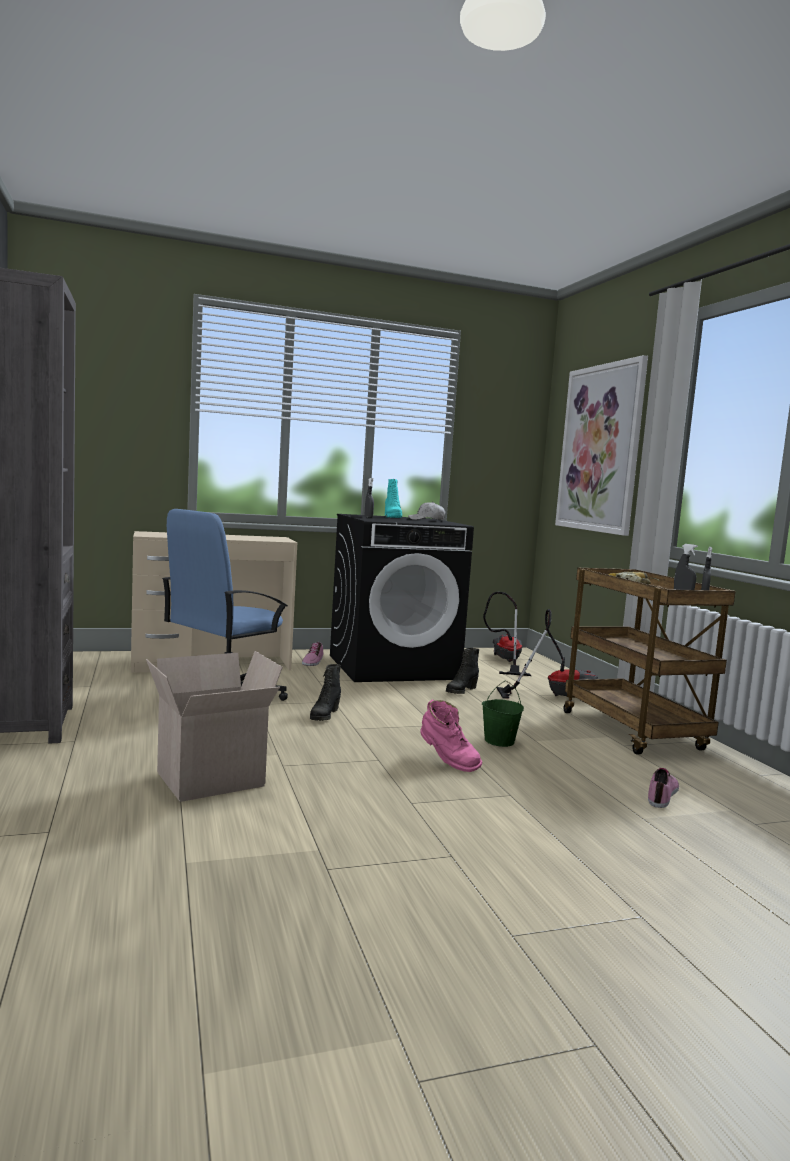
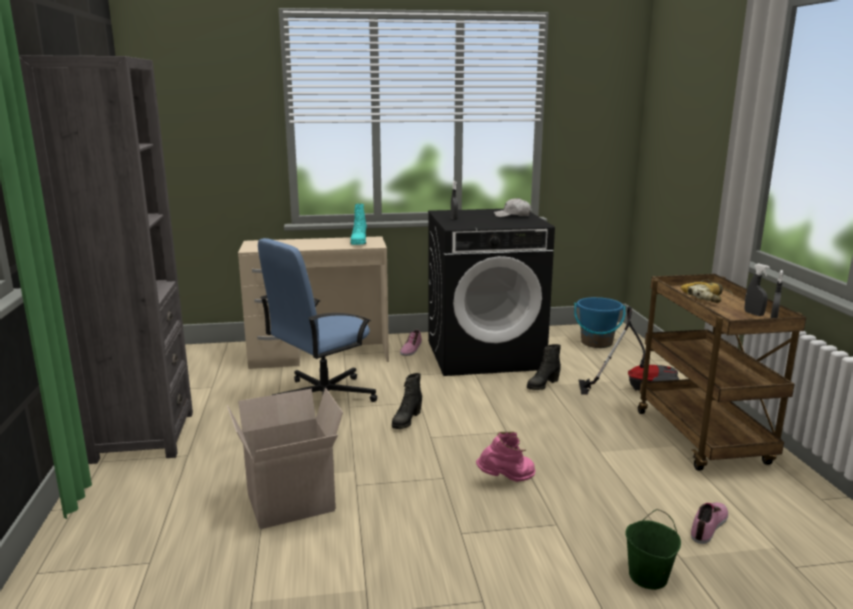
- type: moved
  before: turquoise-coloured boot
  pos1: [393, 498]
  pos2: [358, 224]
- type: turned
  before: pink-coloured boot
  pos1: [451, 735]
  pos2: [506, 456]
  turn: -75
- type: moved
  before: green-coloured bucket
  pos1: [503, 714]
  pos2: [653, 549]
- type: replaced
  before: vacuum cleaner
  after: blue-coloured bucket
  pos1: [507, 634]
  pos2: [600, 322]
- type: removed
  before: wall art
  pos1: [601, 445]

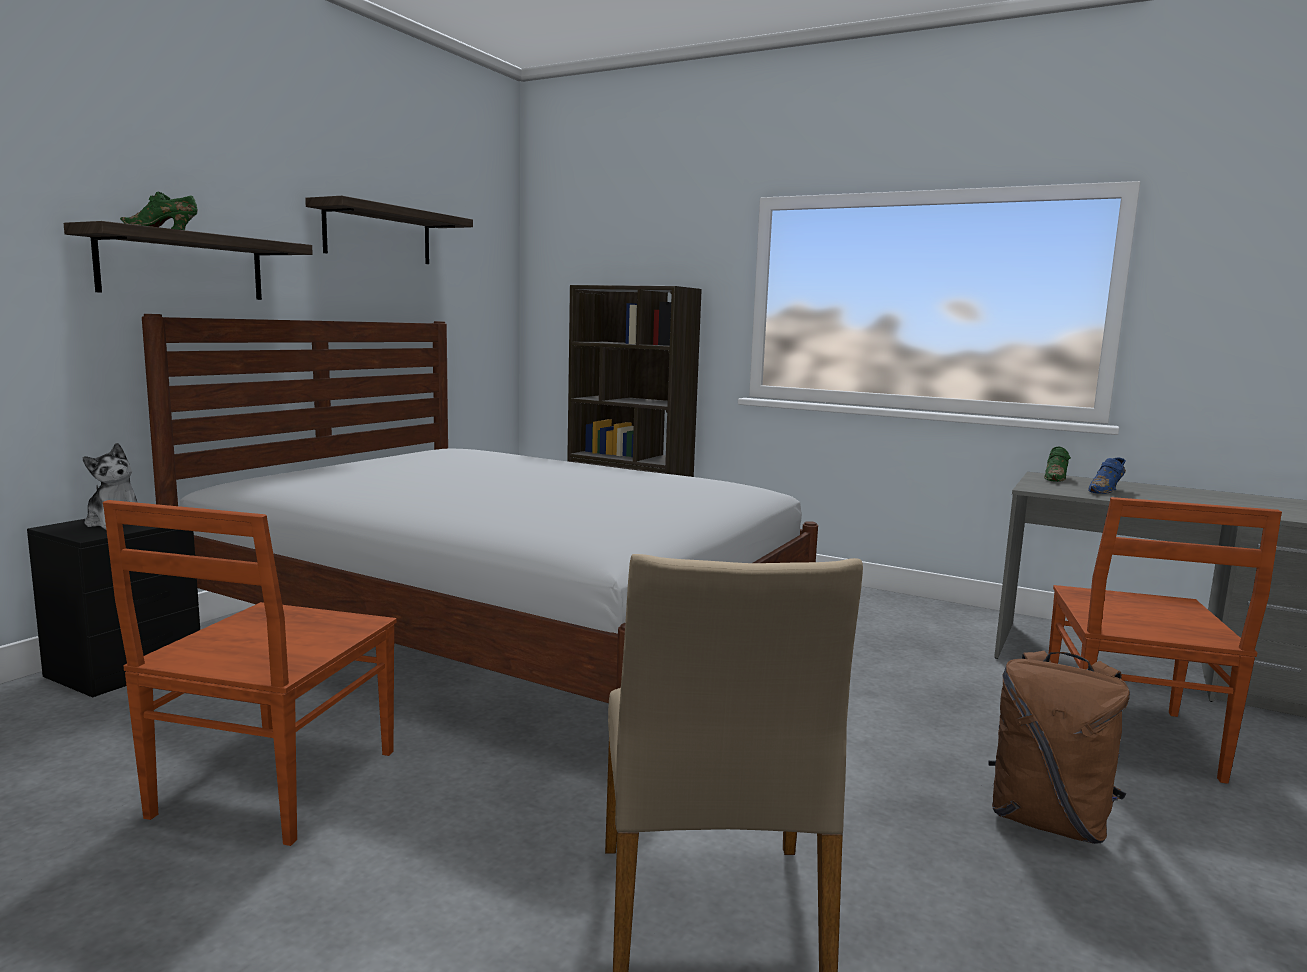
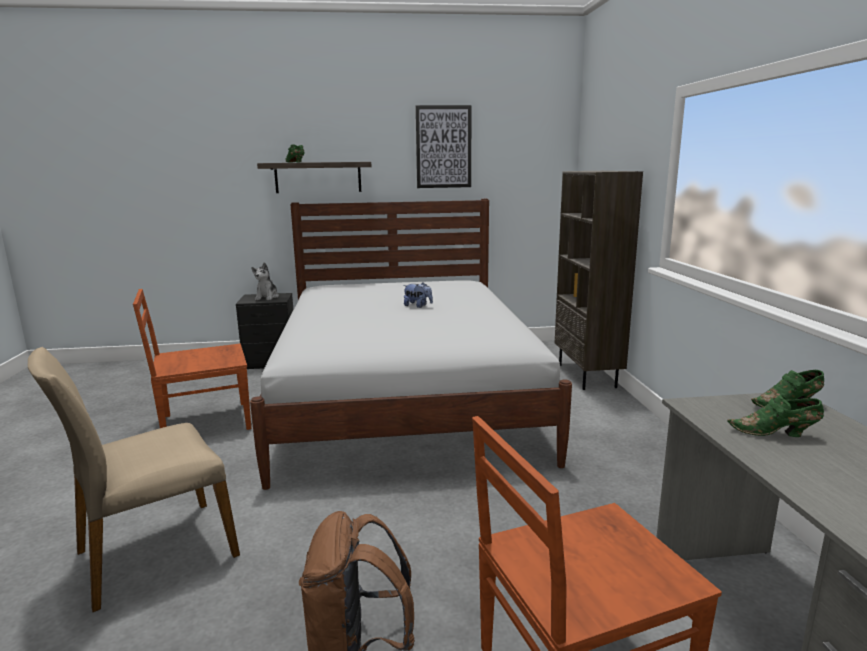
- type: replaced
  before: shelf
  after: wall art
  pos1: [389, 230]
  pos2: [443, 146]
- type: recoloured
  before: blue-coloured low shoe
  after: green-coloured low shoe
  pos1: [1107, 476]
  pos2: [775, 416]
- type: added
  after: plush toy
  pos2: [418, 295]

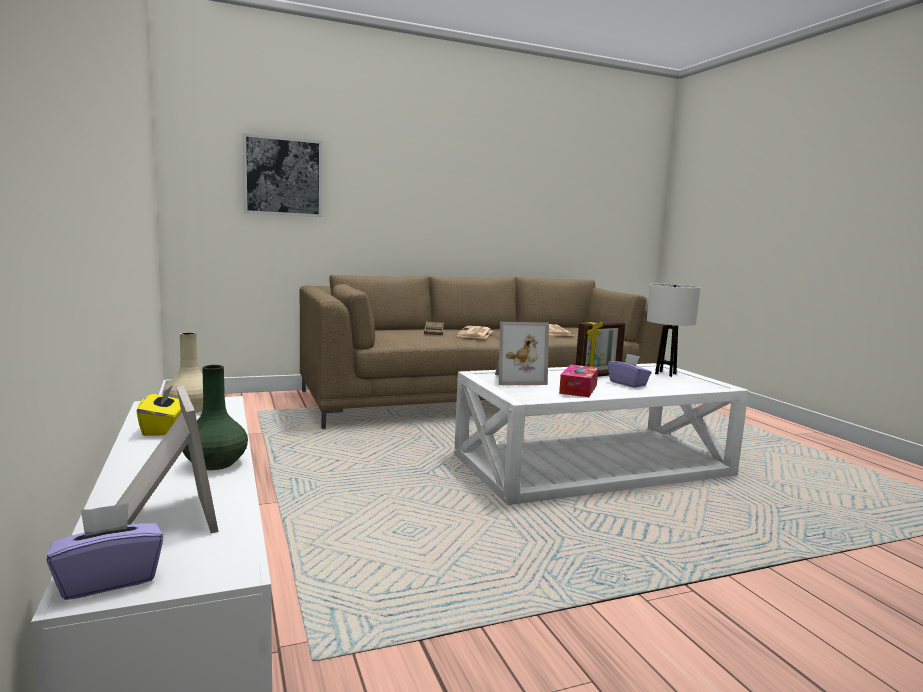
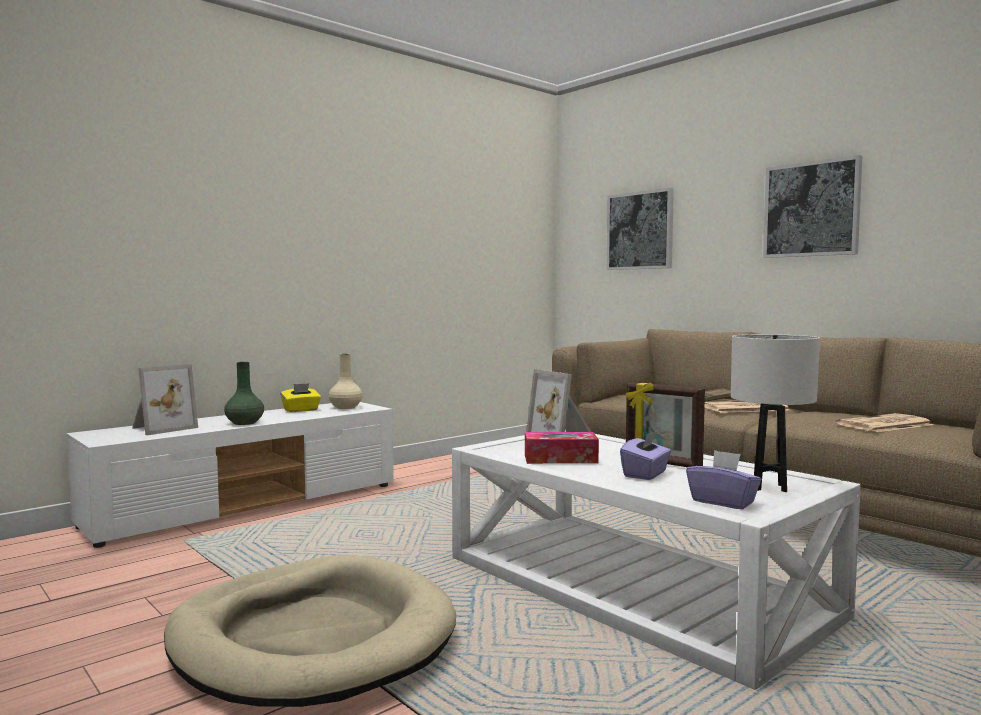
- type: moved
  before: purple-coloured tissue box
  pos1: [105, 551]
  pos2: [724, 480]
- type: added
  after: beige-coloured dog cushion
  pos2: [310, 631]
- type: added
  after: wall art
  pos2: [812, 206]

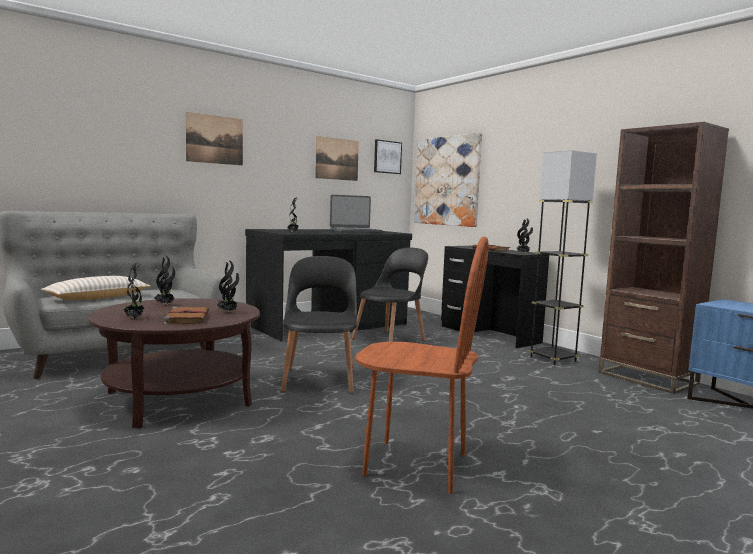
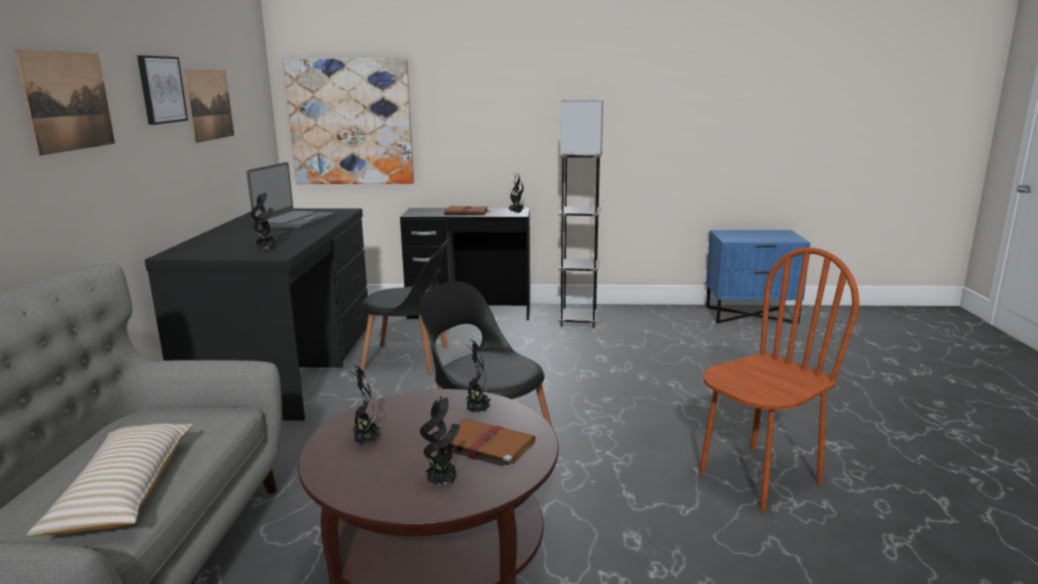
- type: turned
  before: black-coloured plain chair
  pos1: [389, 294]
  pos2: [404, 307]
  turn: 105
- type: moved
  before: wall art
  pos1: [388, 156]
  pos2: [162, 90]
- type: removed
  before: brown-coloured shelving unit
  pos1: [663, 258]

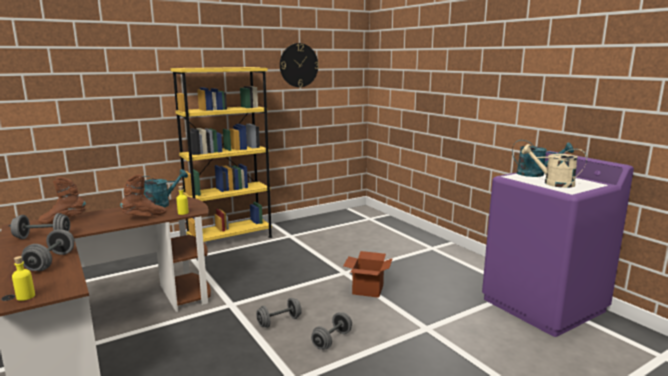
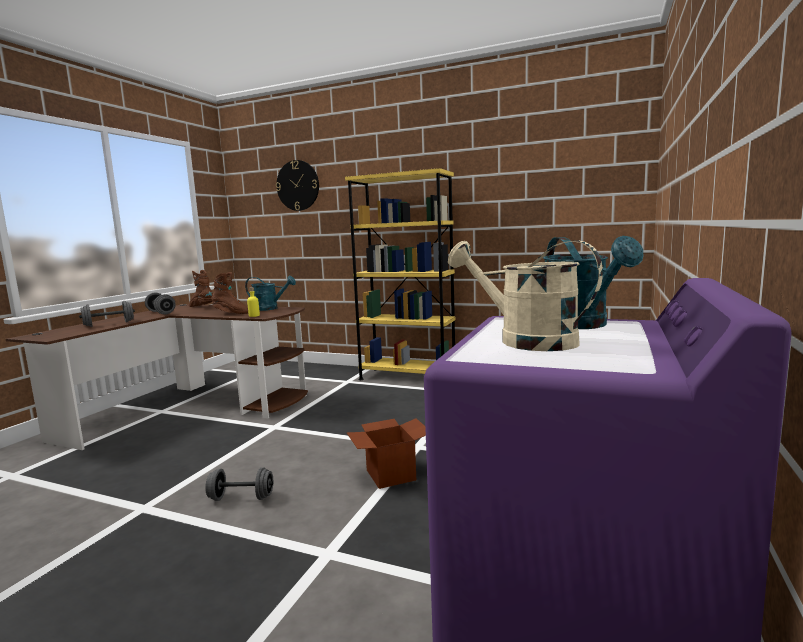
- type: removed
  before: yellow-coloured beverage bottle
  pos1: [23, 278]
- type: removed
  before: grey free weight
  pos1: [279, 313]
- type: moved
  before: wall clock
  pos1: [299, 65]
  pos2: [297, 185]
- type: turned
  before: beige-coloured watering pot
  pos1: [554, 166]
  pos2: [525, 296]
  turn: -45

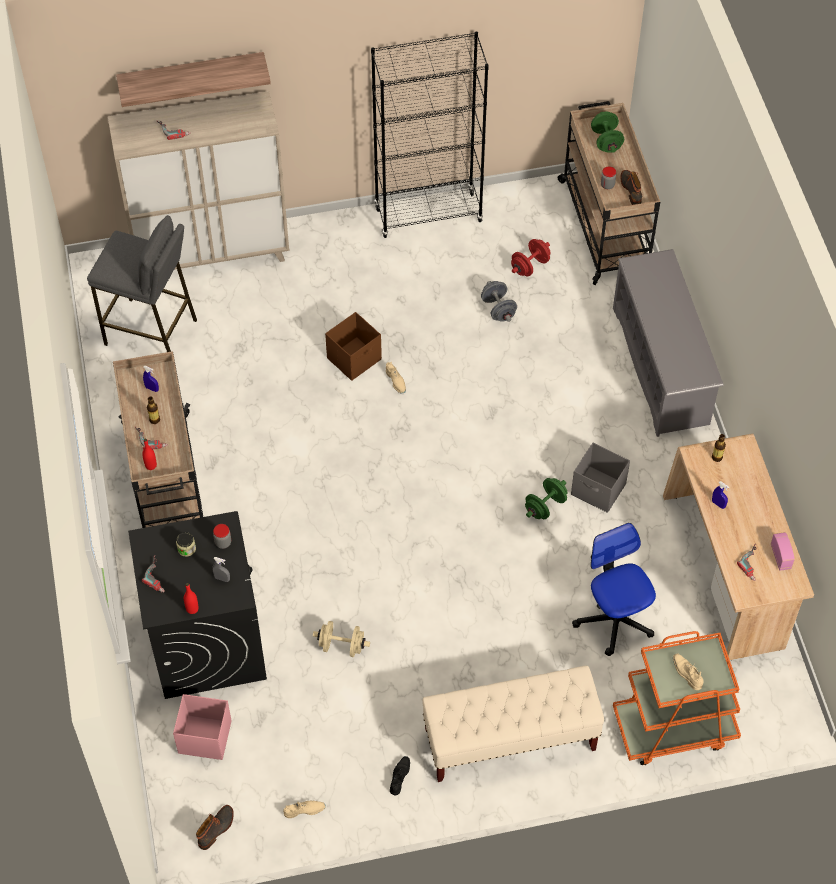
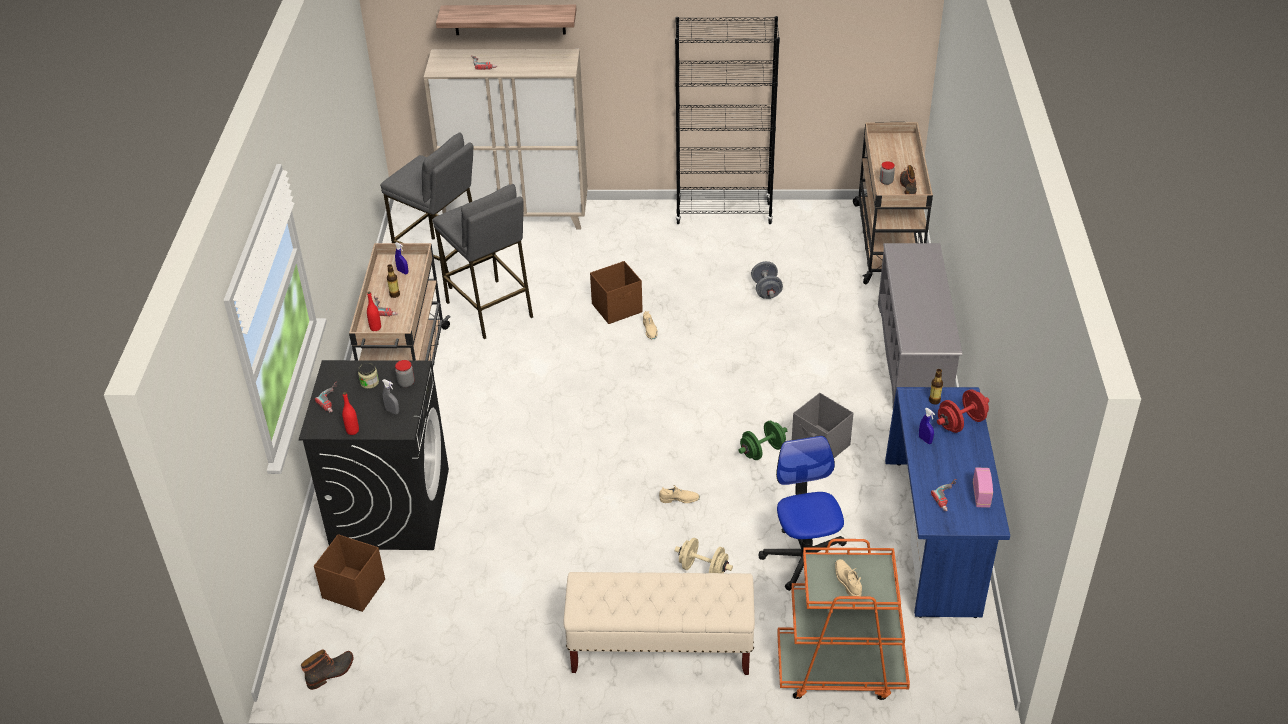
- type: recoloured
  before: pink-coloured storage container
  after: brown-coloured storage container
  pos1: [202, 727]
  pos2: [349, 573]
- type: moved
  before: beige-coloured low shoe
  pos1: [304, 809]
  pos2: [679, 494]
- type: moved
  before: beige-coloured free weight
  pos1: [341, 639]
  pos2: [704, 555]
- type: removed
  before: black-coloured low shoe
  pos1: [400, 775]
- type: moved
  before: reddish free weight
  pos1: [530, 257]
  pos2: [963, 411]
- type: removed
  before: green-coloured free weight
  pos1: [607, 132]
- type: recoloured
  before: beige-coloured desk table
  after: blue-coloured desk table
  pos1: [738, 546]
  pos2: [947, 502]
- type: added
  after: grey stool seat
  pos2: [483, 261]

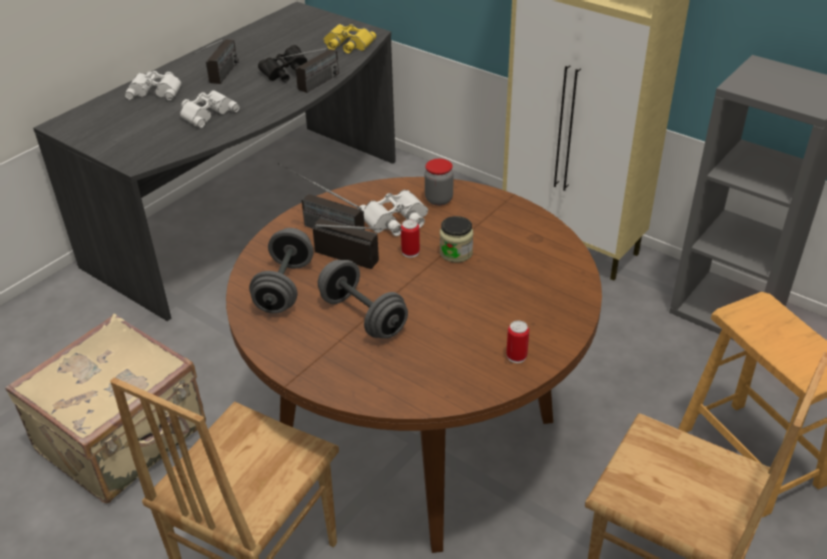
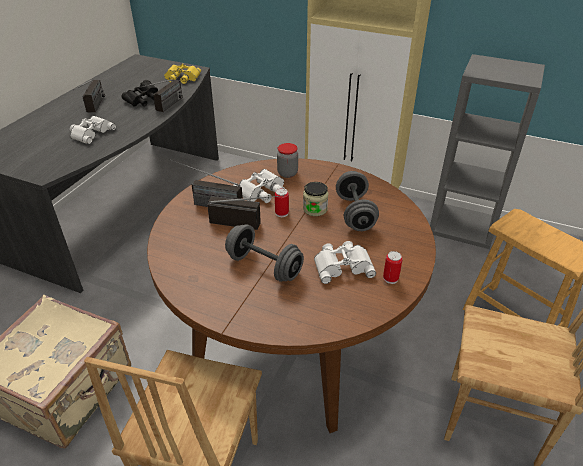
- type: moved
  before: white field glasses
  pos1: [153, 85]
  pos2: [345, 262]
- type: moved
  before: grey free weight
  pos1: [281, 271]
  pos2: [357, 201]

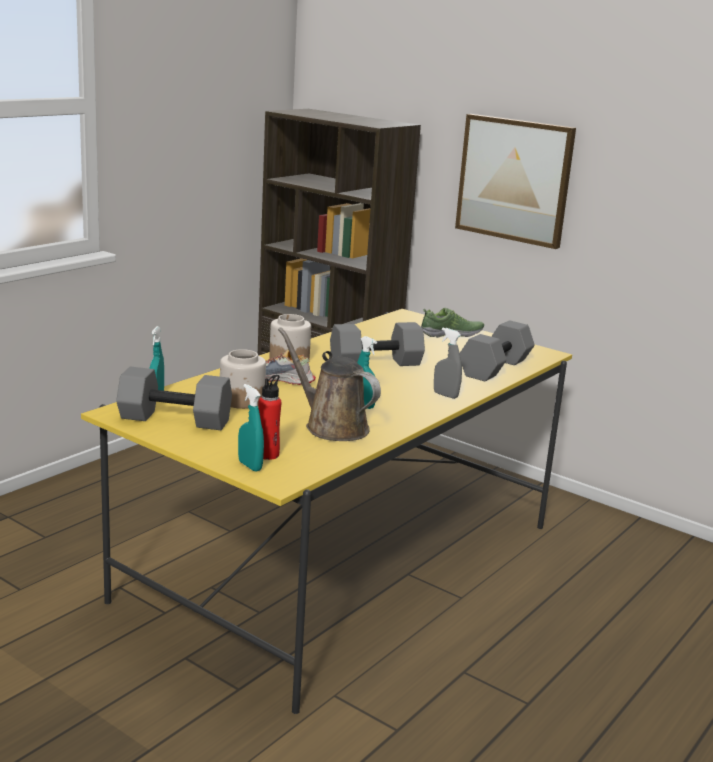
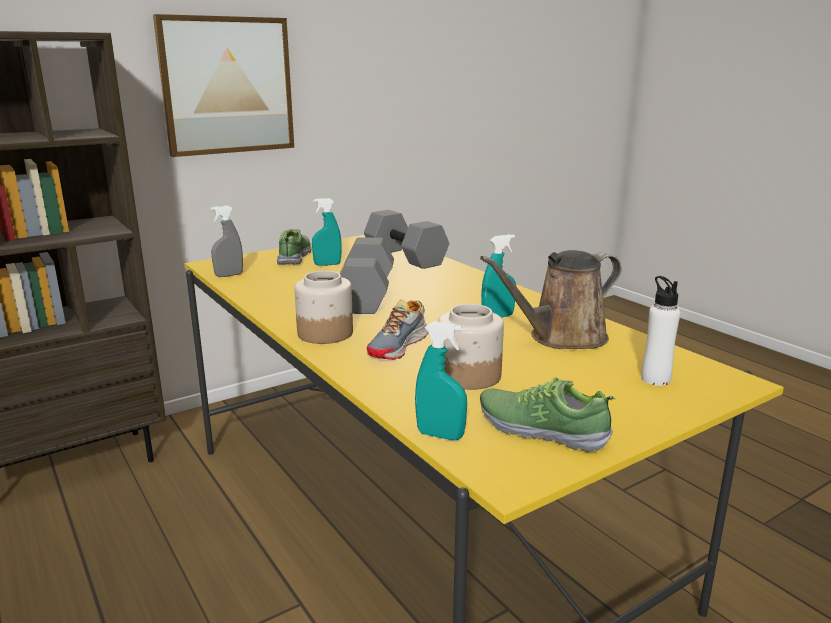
- type: replaced
  before: grey free weight
  after: low shoe
  pos1: [174, 398]
  pos2: [547, 414]
- type: moved
  before: turquoise-coloured hand sprayer
  pos1: [251, 428]
  pos2: [327, 232]
- type: recoloured
  before: reddish beverage bottle
  after: white beverage bottle
  pos1: [269, 417]
  pos2: [660, 331]
- type: moved
  before: grey hand sprayer
  pos1: [448, 363]
  pos2: [226, 241]

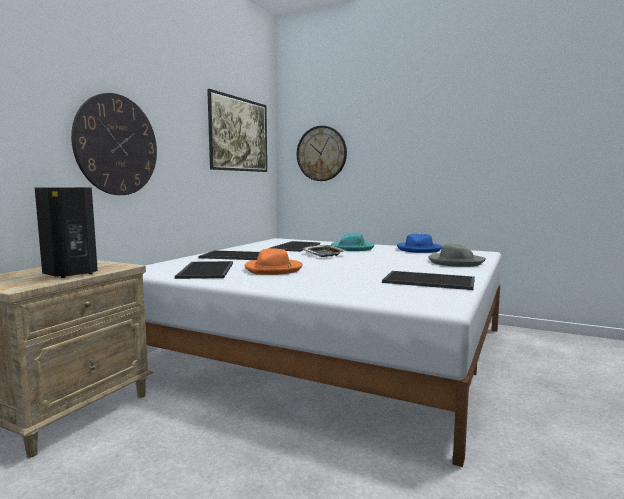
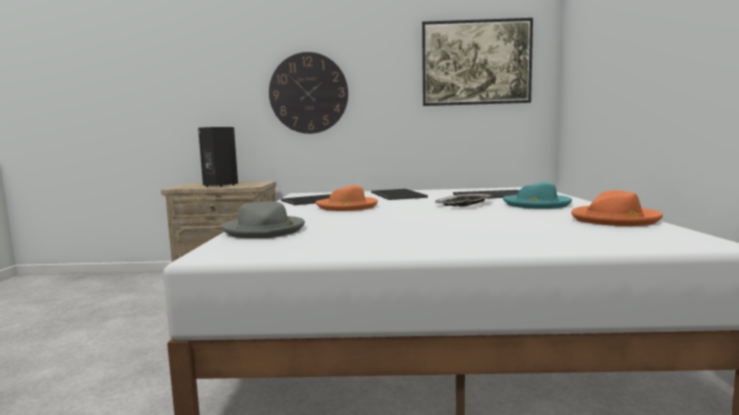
- type: removed
  before: wall clock
  pos1: [322, 153]
- type: removed
  before: tray
  pos1: [428, 280]
- type: recoloured
  before: blue-coloured clothing hat
  after: orange clothing hat
  pos1: [419, 243]
  pos2: [617, 208]
- type: moved
  before: grey clothing hat
  pos1: [457, 255]
  pos2: [263, 219]

